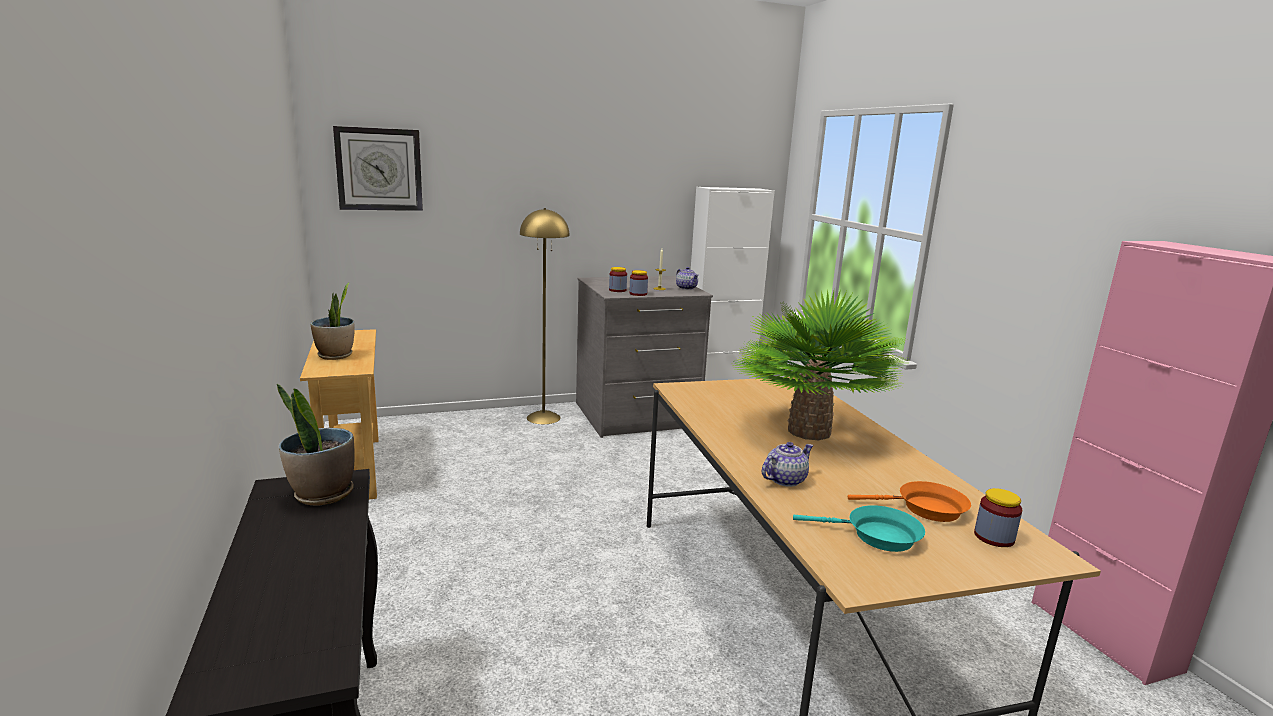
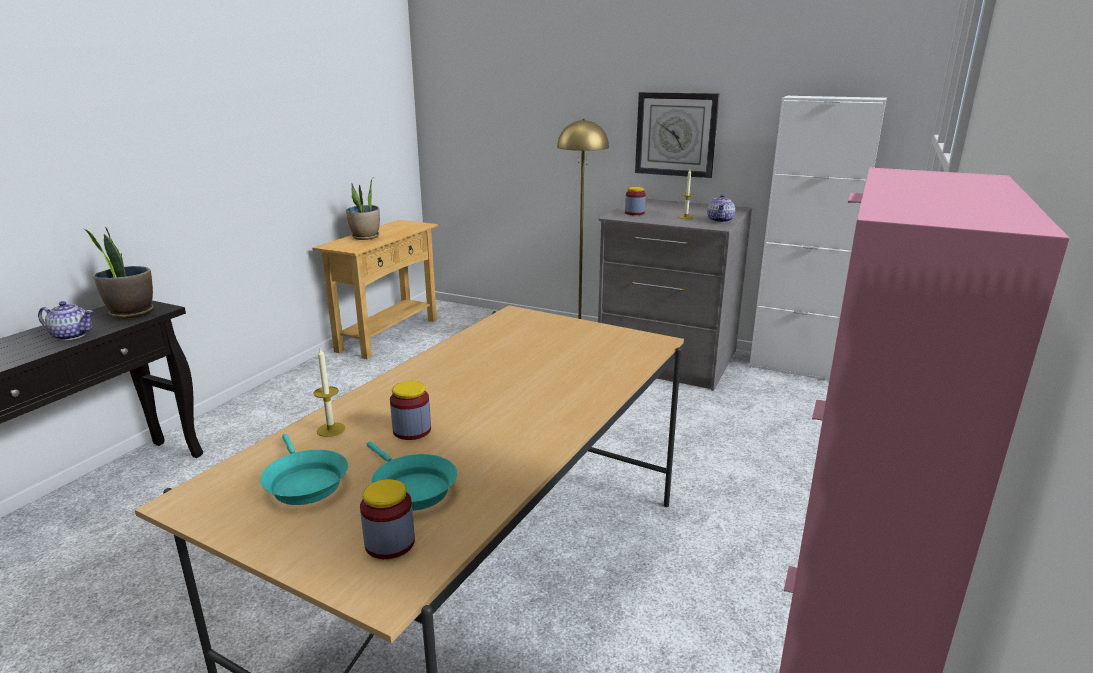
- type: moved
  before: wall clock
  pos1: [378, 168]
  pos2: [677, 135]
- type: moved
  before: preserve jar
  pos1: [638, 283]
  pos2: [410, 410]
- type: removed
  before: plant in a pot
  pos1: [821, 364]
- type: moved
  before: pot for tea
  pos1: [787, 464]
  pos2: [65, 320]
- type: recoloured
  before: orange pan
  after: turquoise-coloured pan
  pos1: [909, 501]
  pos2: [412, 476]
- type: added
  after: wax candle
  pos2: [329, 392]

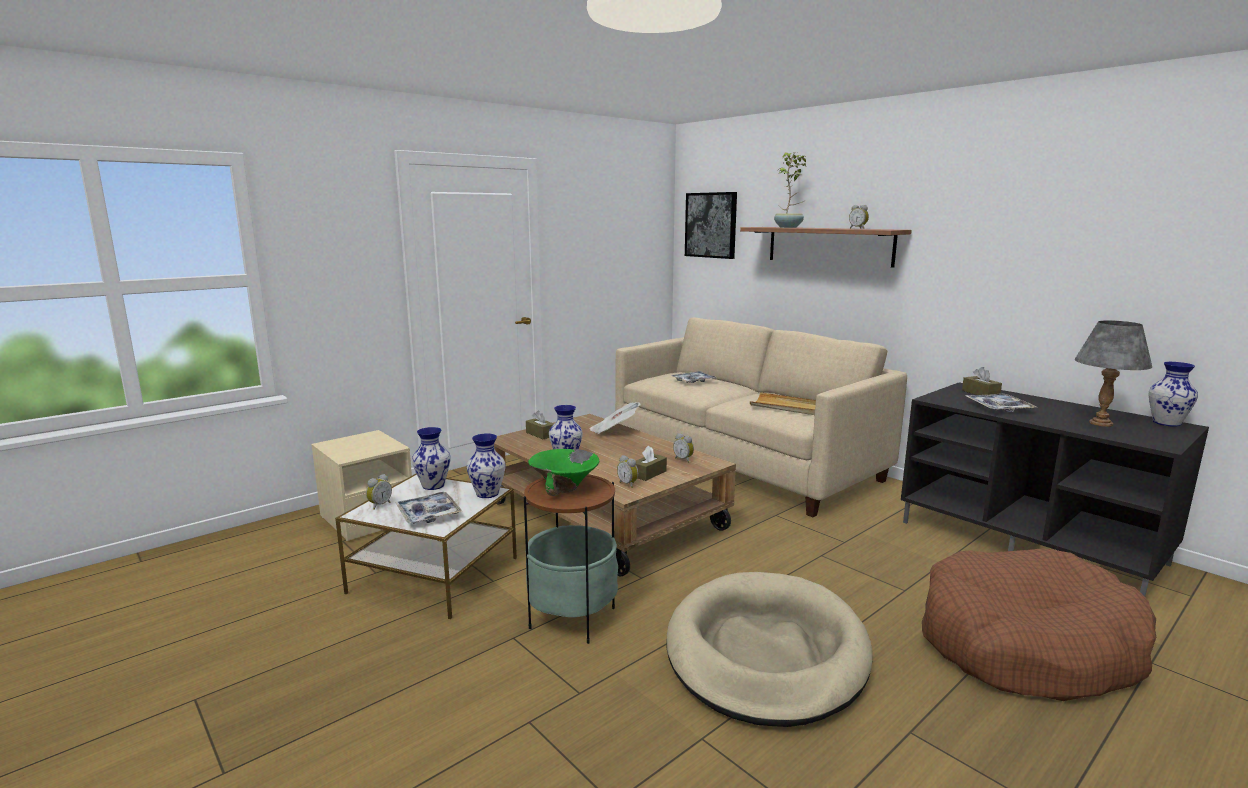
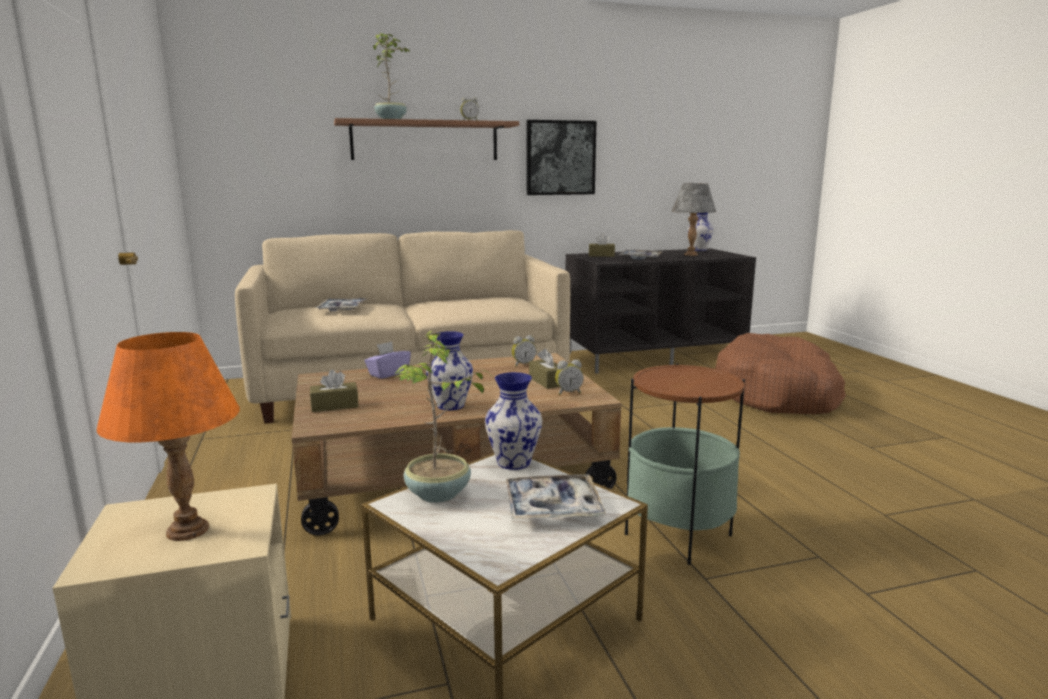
- type: removed
  before: table clock
  pos1: [379, 492]
- type: replaced
  before: flower vase
  after: plant in a pot
  pos1: [431, 458]
  pos2: [442, 416]
- type: removed
  before: green-coloured bowl
  pos1: [563, 472]
- type: replaced
  before: printed paper
  after: purple-coloured tissue box
  pos1: [615, 418]
  pos2: [387, 360]
- type: removed
  before: beige-coloured dog cushion
  pos1: [769, 649]
- type: moved
  before: wall art
  pos1: [711, 225]
  pos2: [561, 157]
- type: removed
  before: beige-coloured tray
  pos1: [783, 403]
- type: added
  after: orange lamp for a table
  pos2: [168, 436]

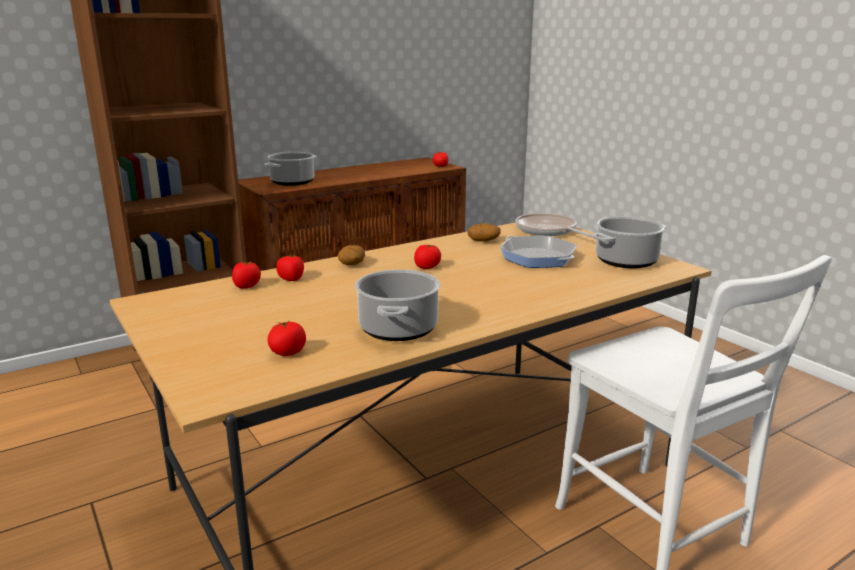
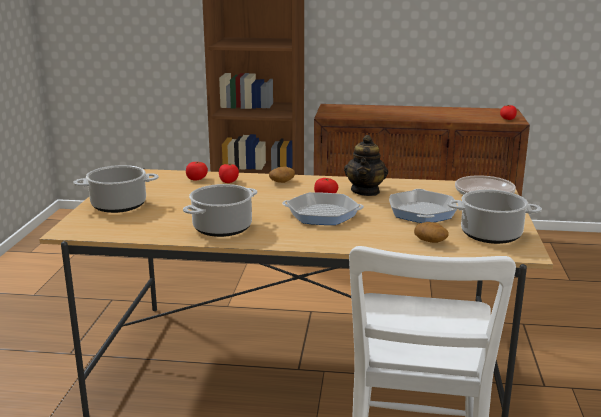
- type: moved
  before: stockpot
  pos1: [290, 169]
  pos2: [116, 189]
- type: removed
  before: whole tomato
  pos1: [286, 338]
- type: moved
  before: potato
  pos1: [484, 232]
  pos2: [431, 232]
- type: added
  after: pan
  pos2: [323, 208]
- type: added
  after: pot for tea
  pos2: [366, 165]

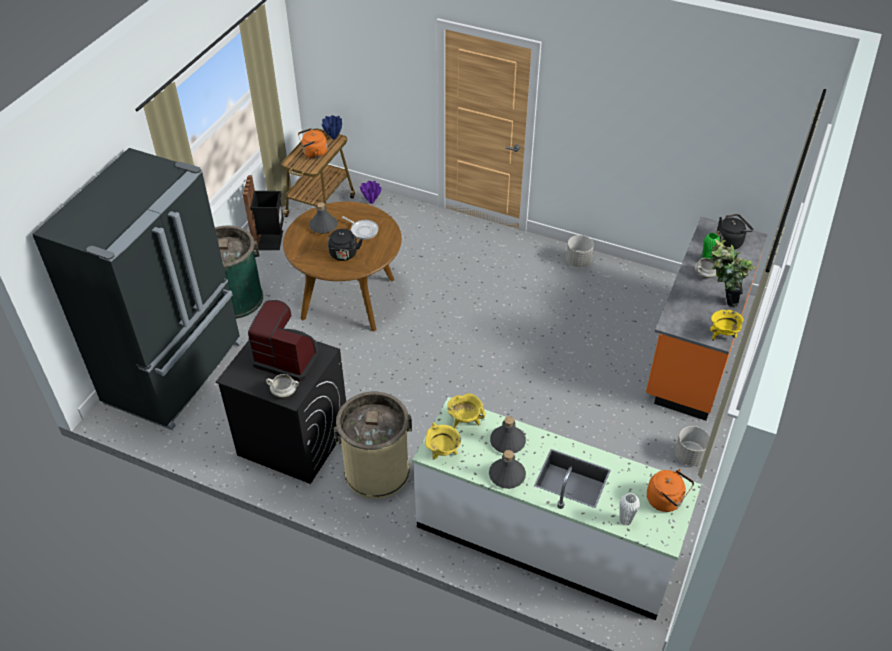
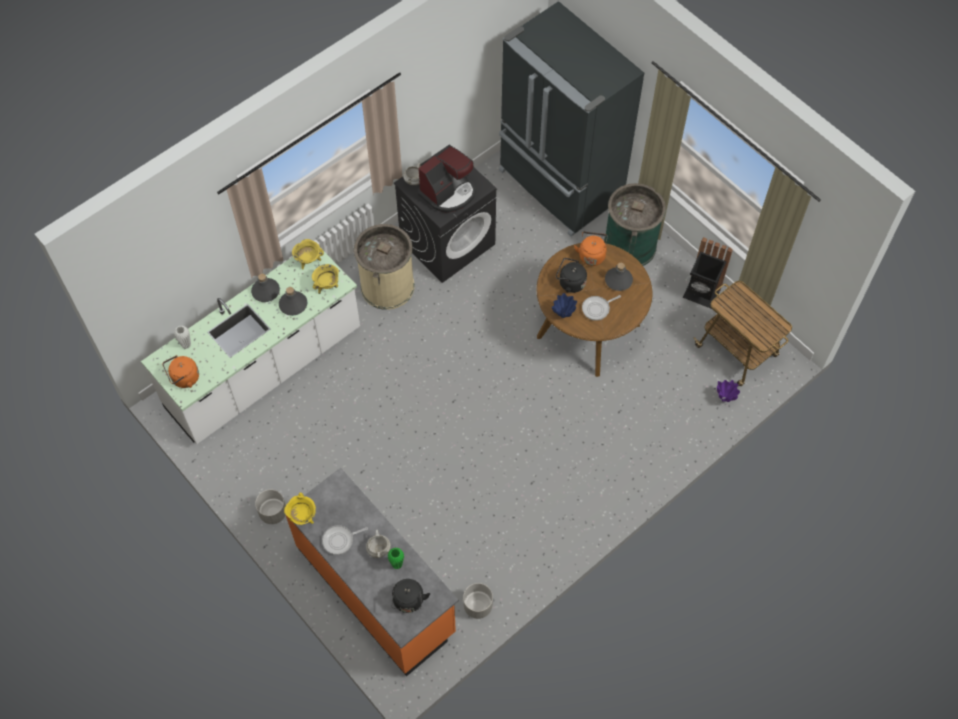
- type: moved
  before: orange tea kettle
  pos1: [312, 143]
  pos2: [591, 249]
- type: moved
  before: blue-coloured flower vase
  pos1: [332, 127]
  pos2: [564, 305]
- type: moved
  before: grey planter
  pos1: [580, 251]
  pos2: [478, 601]
- type: replaced
  before: plant in a pot
  after: pan
  pos1: [733, 272]
  pos2: [345, 540]

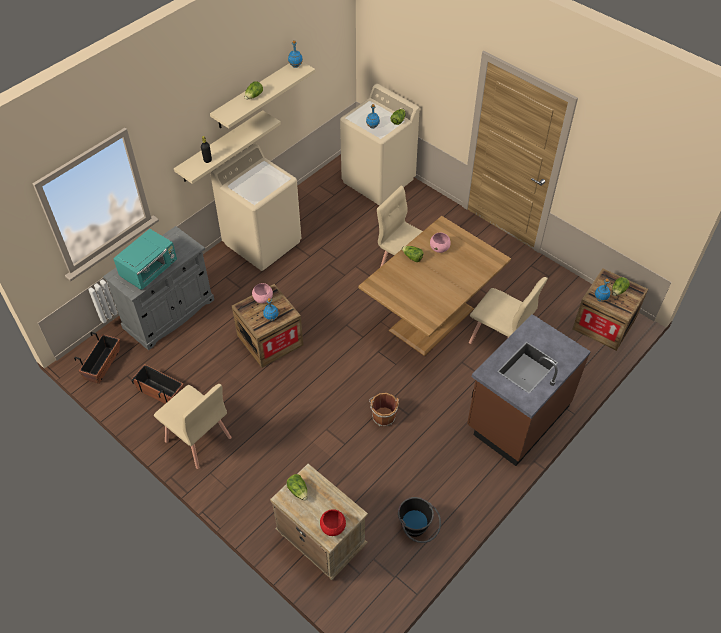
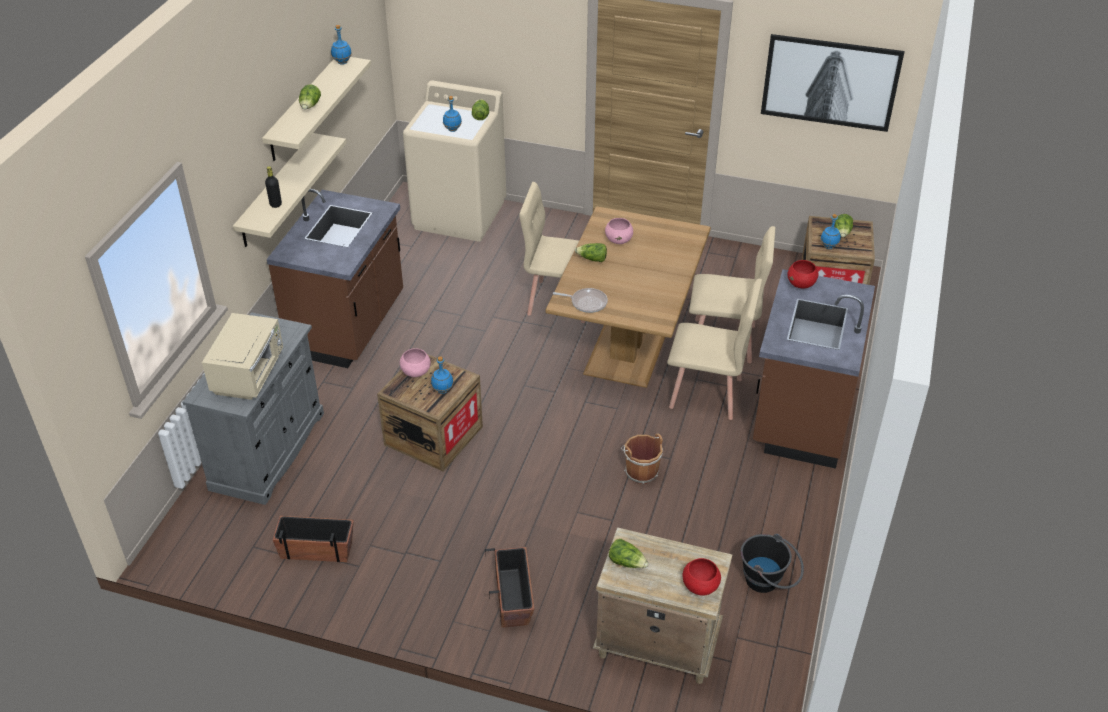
- type: moved
  before: planter
  pos1: [97, 358]
  pos2: [509, 587]
- type: recoloured
  before: turquoise-coloured microwave oven
  after: beige-coloured microwave oven
  pos1: [145, 259]
  pos2: [242, 356]
- type: moved
  before: beige-coloured plain chair
  pos1: [193, 426]
  pos2: [714, 349]
- type: replaced
  before: beige-coloured laundry appliance
  after: brown-coloured counter
  pos1: [255, 207]
  pos2: [335, 278]
- type: added
  after: pan
  pos2: [580, 300]
- type: added
  after: wall art
  pos2: [833, 83]
- type: added
  after: reddish bowl
  pos2: [802, 274]

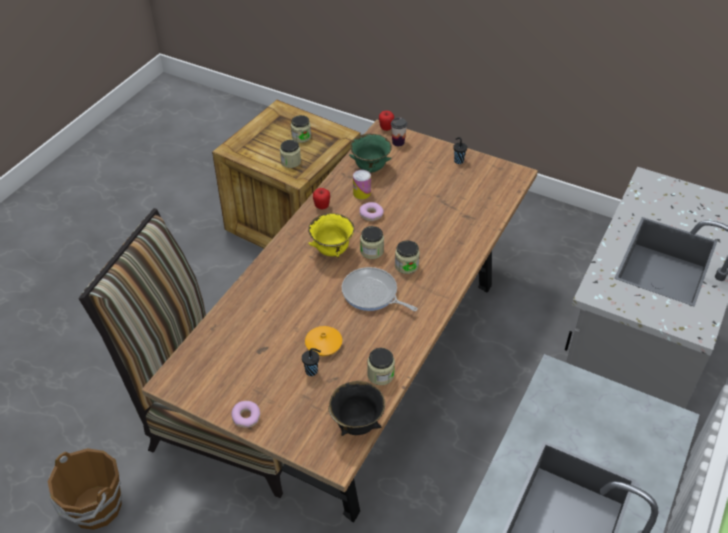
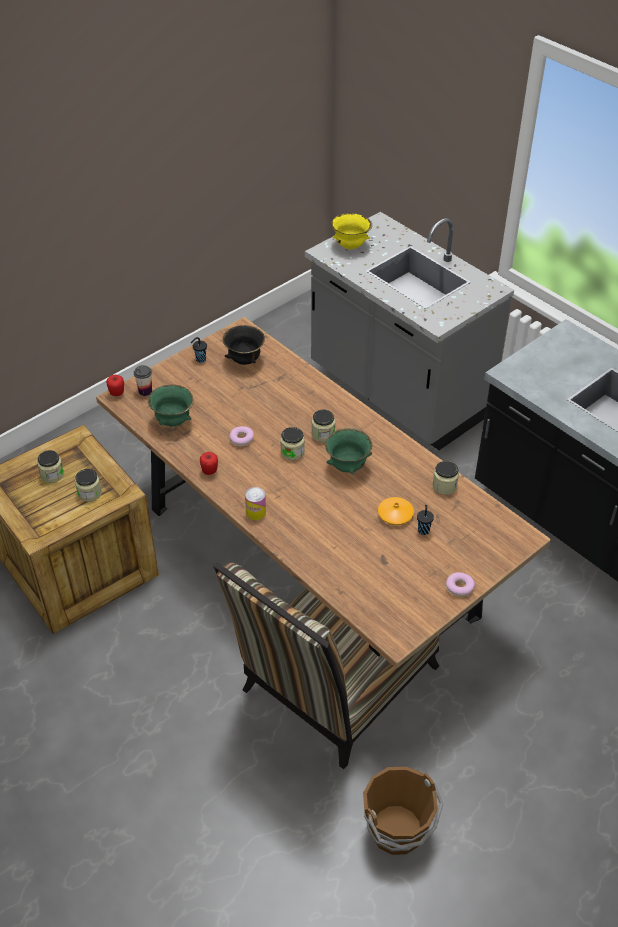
- type: moved
  before: yellow-coloured bowl
  pos1: [331, 235]
  pos2: [351, 231]
- type: moved
  before: black-coloured bowl
  pos1: [356, 408]
  pos2: [243, 345]
- type: replaced
  before: pan
  after: green-coloured bowl
  pos1: [380, 289]
  pos2: [349, 450]
- type: moved
  before: metal can
  pos1: [362, 185]
  pos2: [255, 503]

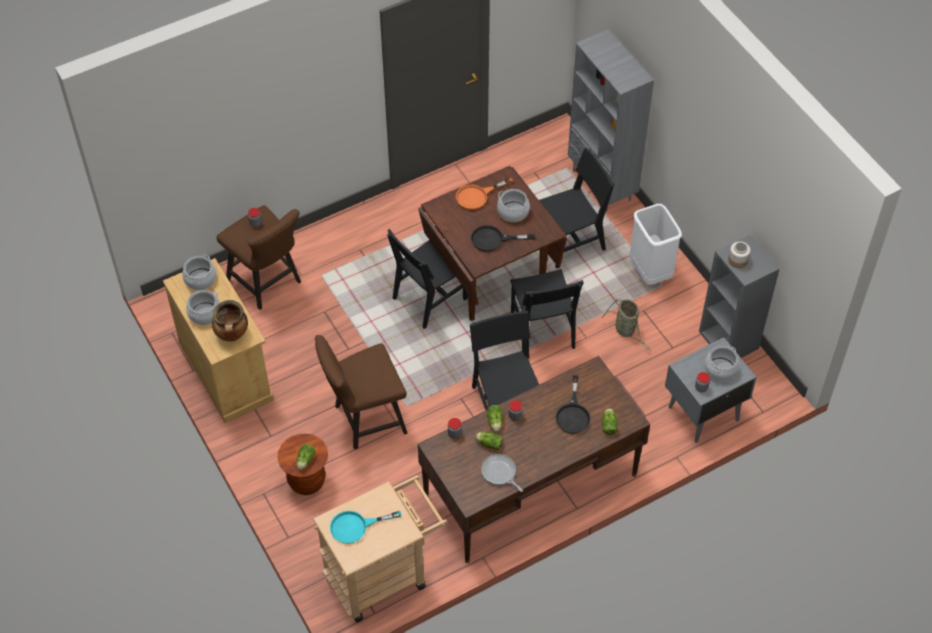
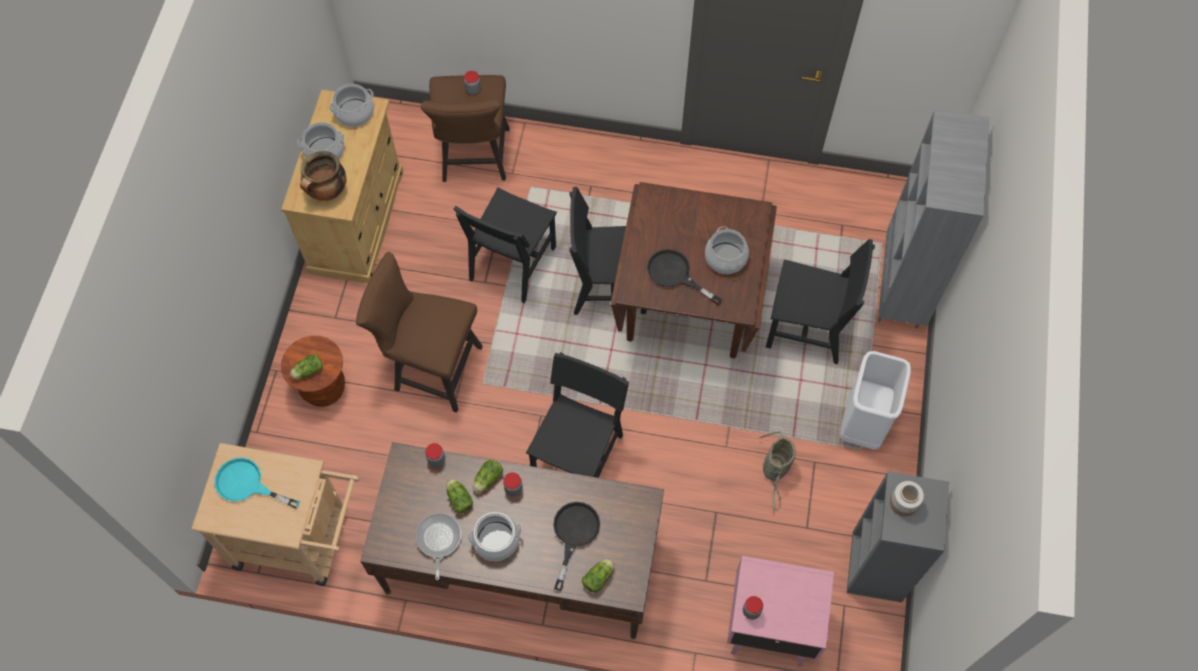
- type: removed
  before: orange pan
  pos1: [484, 193]
- type: moved
  before: black-coloured plain chair
  pos1: [547, 314]
  pos2: [505, 245]
- type: turned
  before: black-coloured pan
  pos1: [573, 404]
  pos2: [576, 546]
  turn: 150
- type: recoloured
  before: grey bedside table
  after: pink-coloured bedside table
  pos1: [711, 390]
  pos2: [780, 611]
- type: moved
  before: stockpot
  pos1: [722, 363]
  pos2: [495, 536]

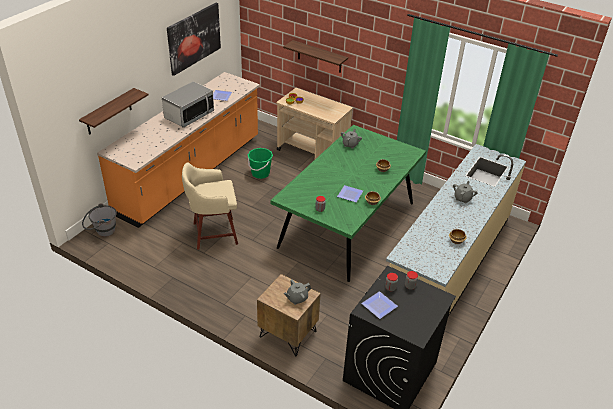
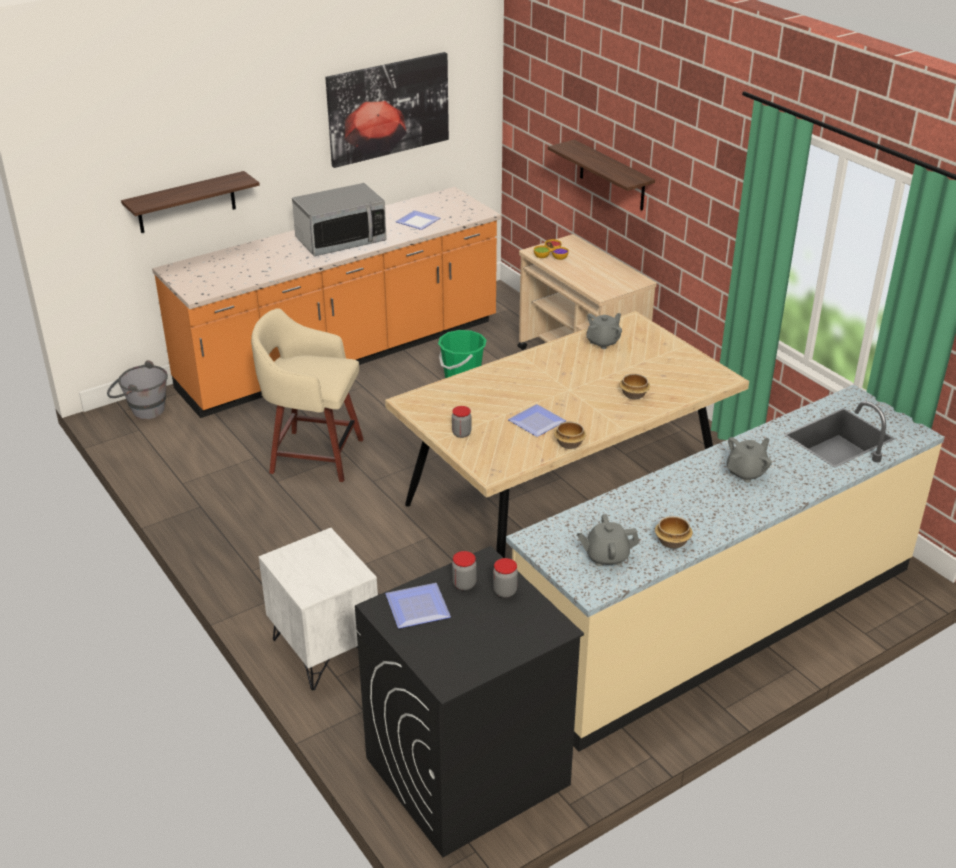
- type: recoloured
  before: brown-coloured bedside table
  after: white bedside table
  pos1: [289, 315]
  pos2: [318, 609]
- type: recoloured
  before: green-coloured dinner table
  after: beige-coloured dinner table
  pos1: [348, 203]
  pos2: [567, 434]
- type: moved
  before: grey pot for tea
  pos1: [297, 292]
  pos2: [608, 540]

